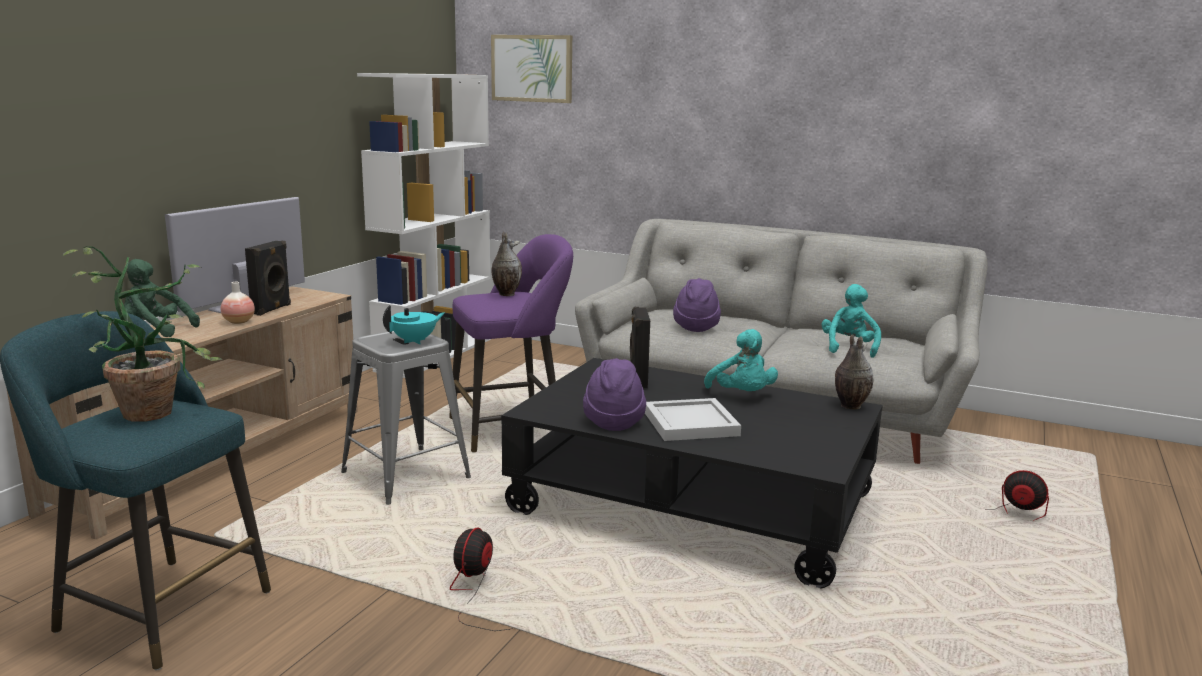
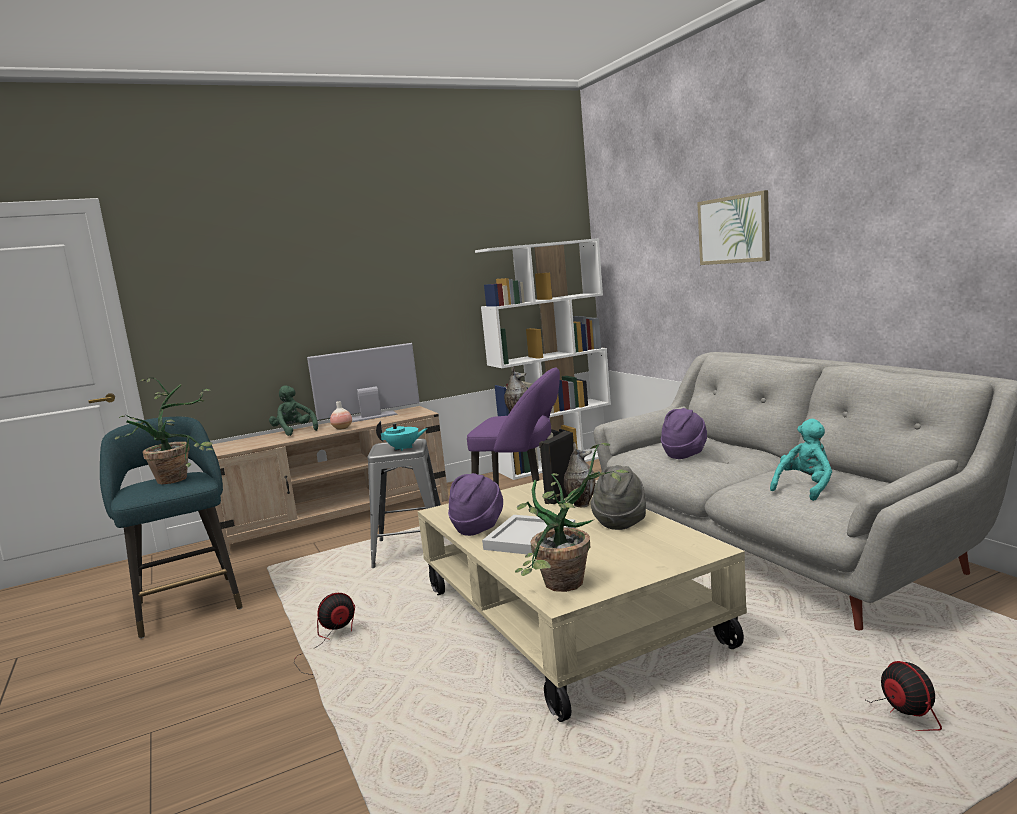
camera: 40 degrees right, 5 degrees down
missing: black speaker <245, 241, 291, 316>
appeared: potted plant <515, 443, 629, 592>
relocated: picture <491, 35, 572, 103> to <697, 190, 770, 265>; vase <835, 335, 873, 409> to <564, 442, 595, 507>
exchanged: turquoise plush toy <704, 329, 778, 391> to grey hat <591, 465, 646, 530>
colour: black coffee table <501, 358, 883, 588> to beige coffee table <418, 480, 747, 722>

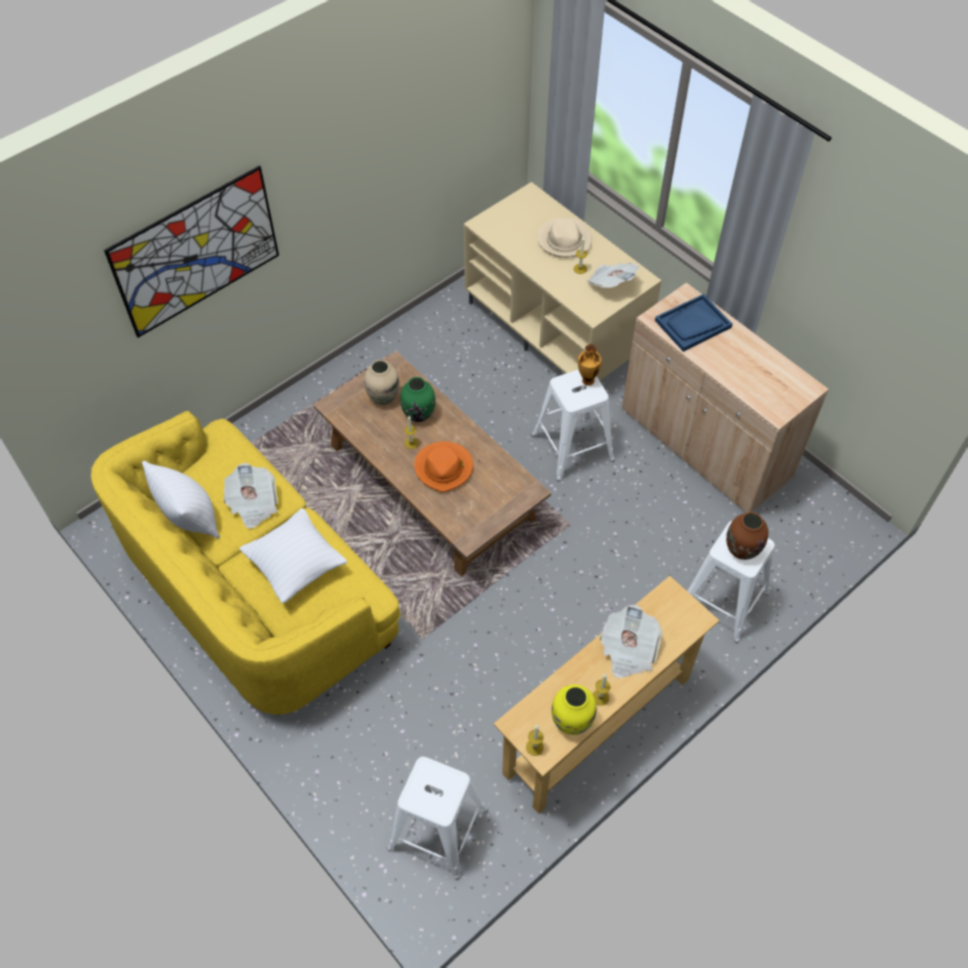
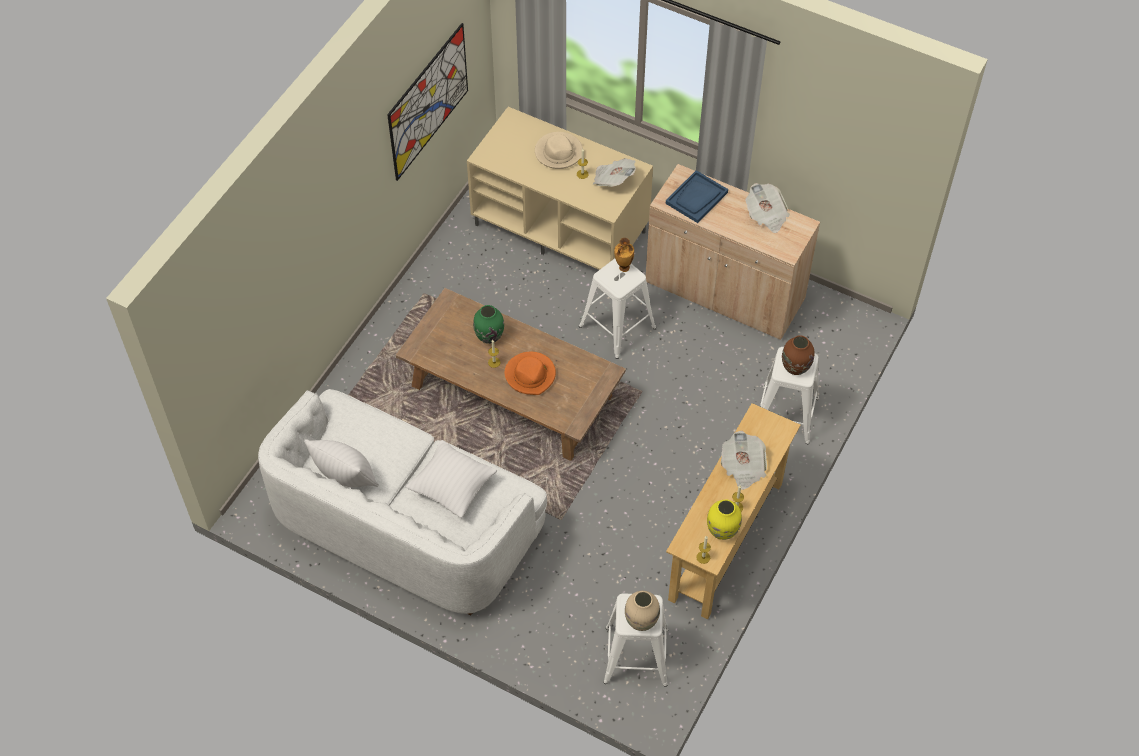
camera: 20 degrees left, 0 degrees up
relocated: picture <104, 165, 279, 338> to <387, 23, 468, 181>; beige vase <364, 360, 399, 405> to <625, 591, 660, 631>; newspaper <224, 463, 278, 529> to <745, 183, 790, 233>
colour: yellow sofa <91, 411, 401, 715> to white sofa <258, 389, 547, 616>

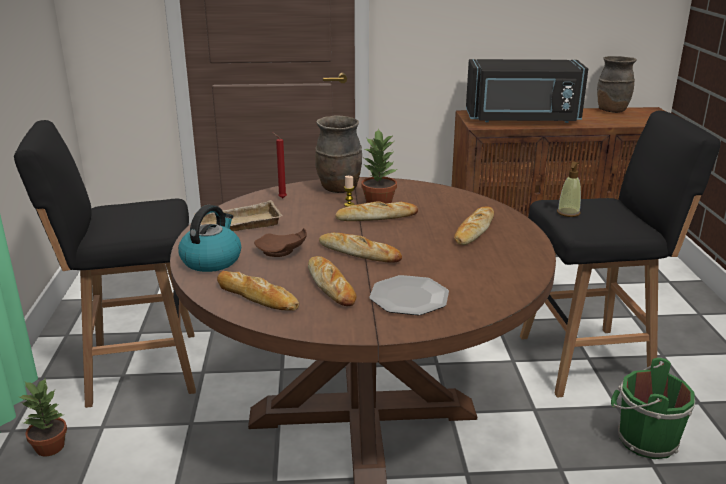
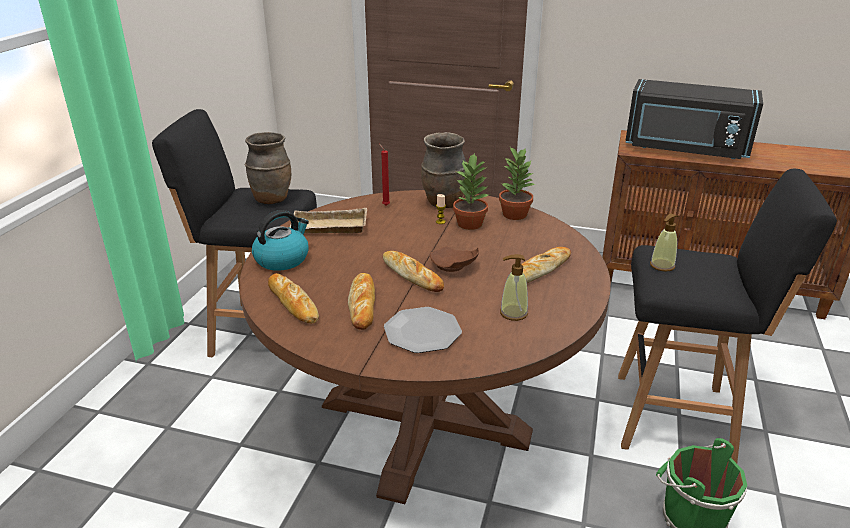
camera: 20 degrees right, 5 degrees up
missing: bread <335, 201, 418, 221>
appeared: soap dispenser <500, 254, 528, 321>
relocated: brown vase <597, 56, 637, 113> to <245, 132, 291, 204>; brown plate <254, 228, 307, 257> to <430, 247, 479, 272>; potted plant <20, 377, 67, 456> to <499, 147, 535, 220>

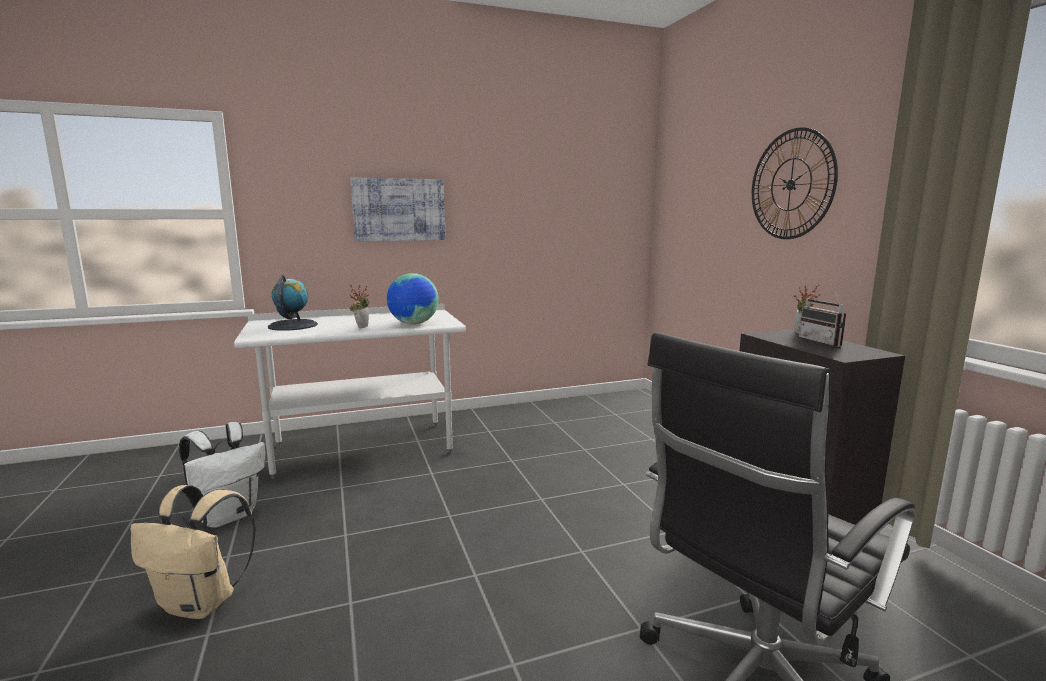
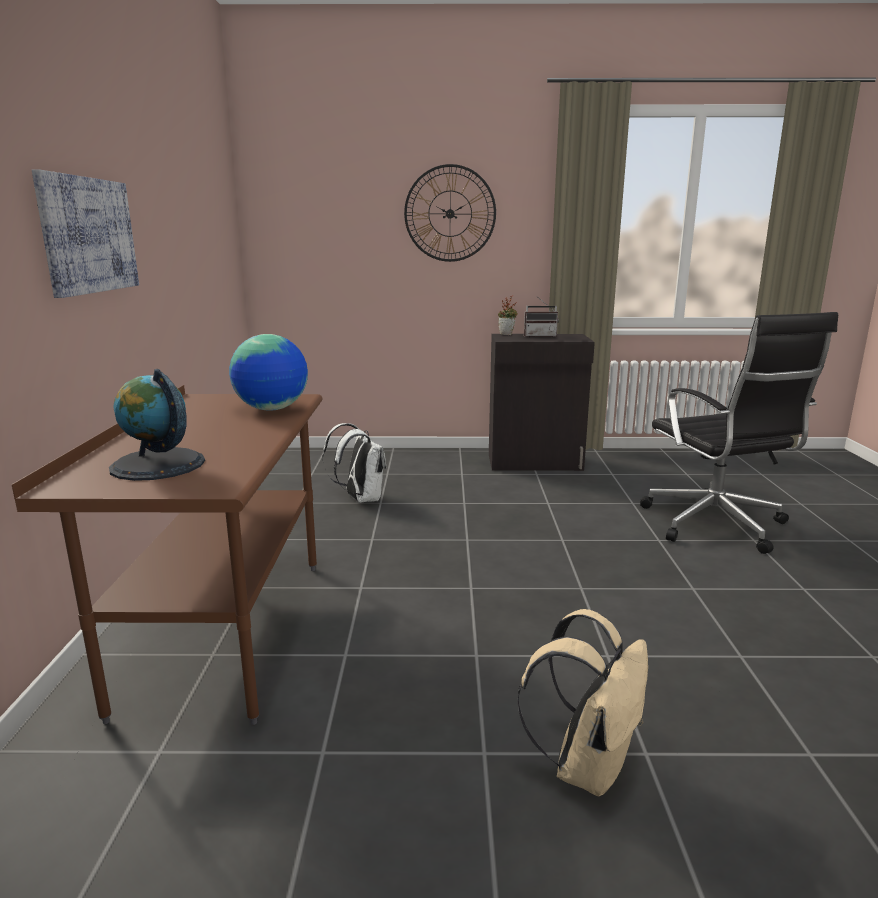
camera: 70 degrees left, 5 degrees up
missing: potted plant <350, 284, 369, 328>
relocated: white backpack <179, 422, 265, 528> to <322, 423, 386, 503>
colour: white desk <234, 304, 466, 479> to brown desk <12, 385, 323, 725>

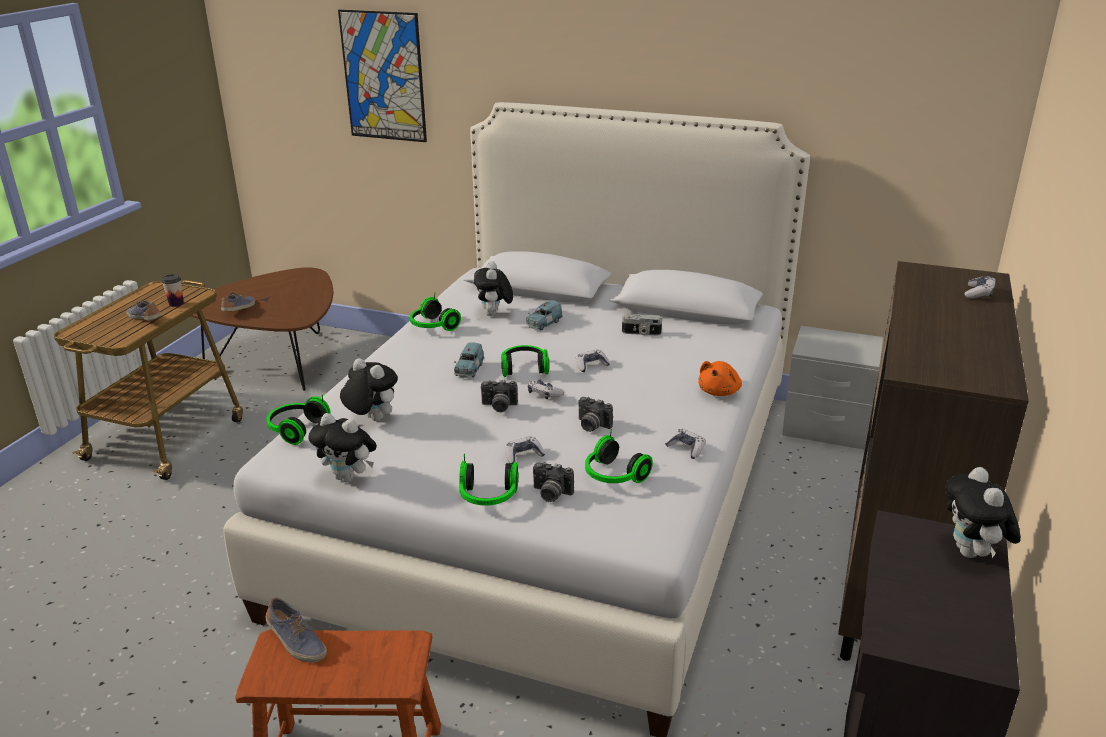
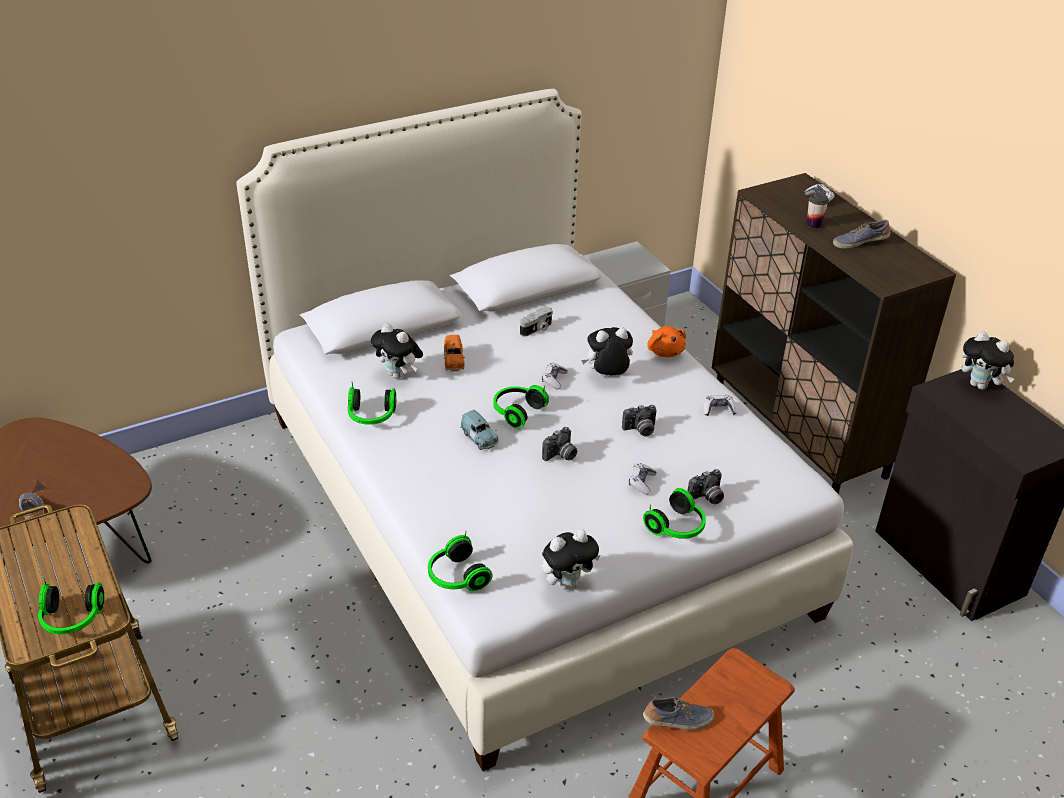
camera: 50 degrees left, 10 degrees up
missing: picture <338, 10, 427, 142>; game controller <528, 380, 564, 399>
relocated: cup <161, 274, 184, 307> to <806, 193, 829, 228>; shoe <126, 301, 161, 321> to <833, 220, 890, 249>; plush toy <340, 358, 398, 421> to <581, 327, 633, 377>; headphones <585, 429, 653, 483> to <38, 578, 104, 635>
colour: blue toy car <526, 300, 563, 330> to orange toy car <444, 335, 465, 371>

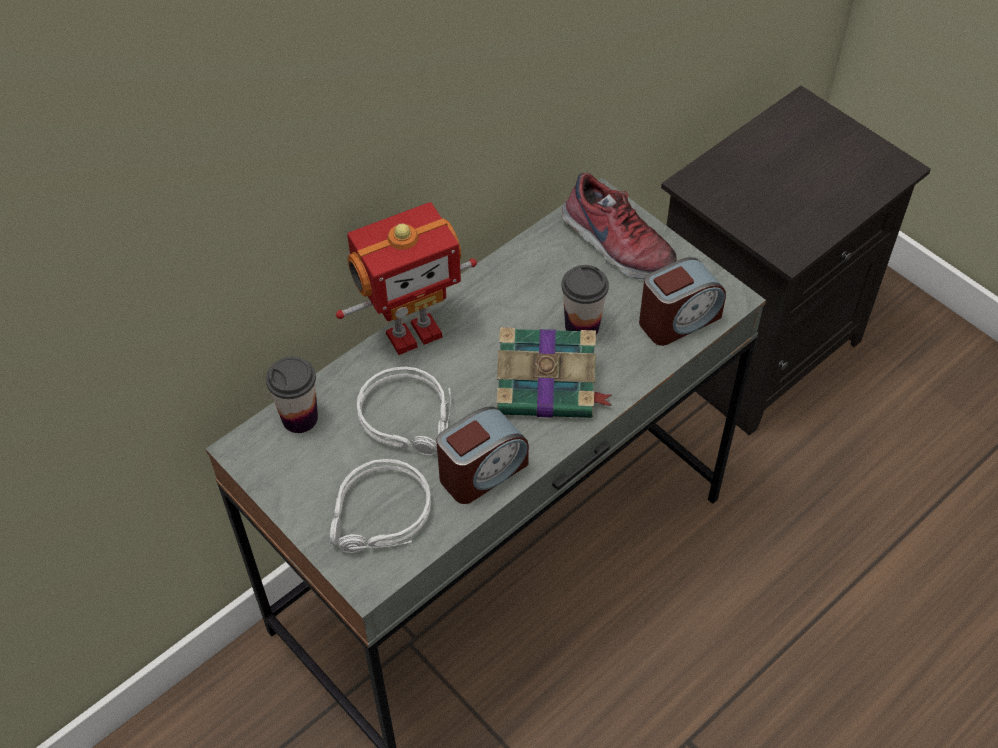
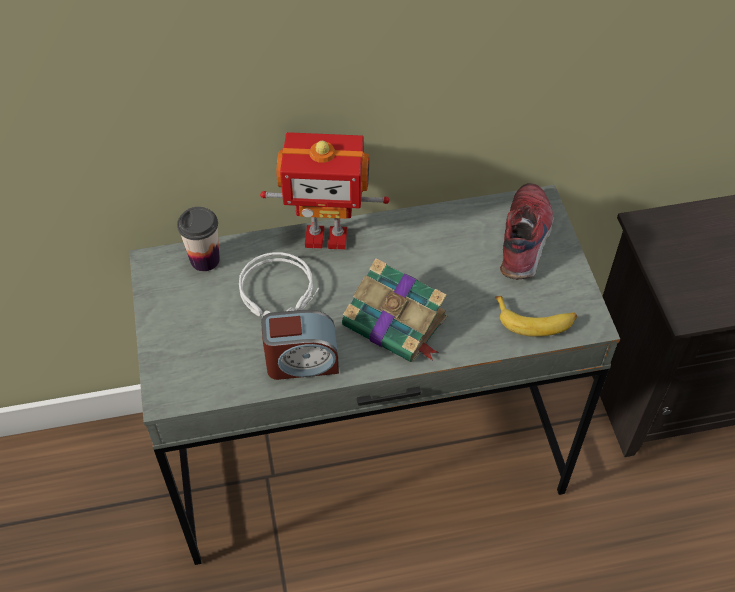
camera: 30 degrees right, 0 degrees up
missing: cup <561, 265, 609, 335>; grey headphones <330, 459, 431, 553>
exchanged: alarm clock <639, 257, 726, 346> to banana <495, 296, 577, 337>
spun: shoe <561, 173, 677, 279> = <500, 183, 554, 280> 150 degrees counterclockwise

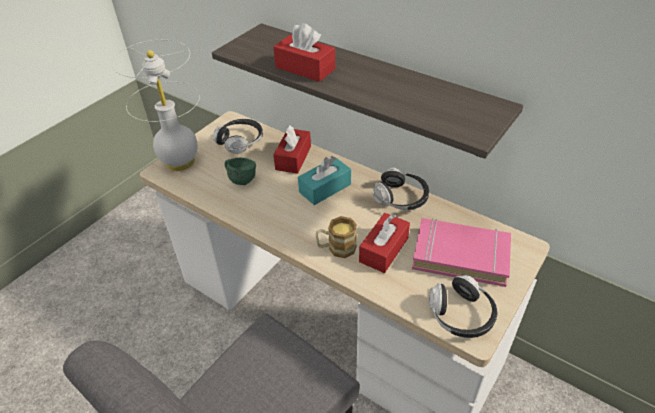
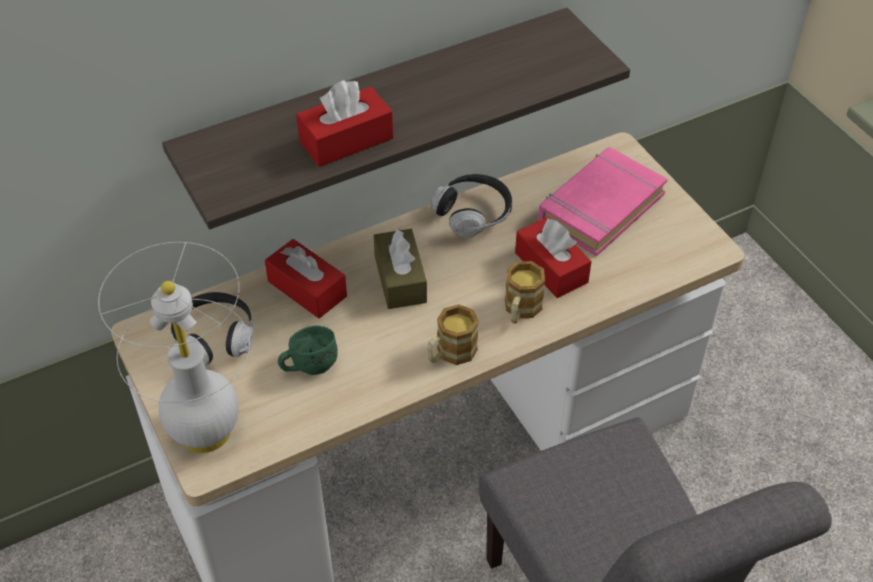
camera: 65 degrees left, 5 degrees up
missing: headphones <429, 275, 498, 338>
appeared: mug <427, 304, 479, 365>
colour: turquoise tissue box <298, 156, 351, 205> to brown tissue box <373, 228, 427, 309>

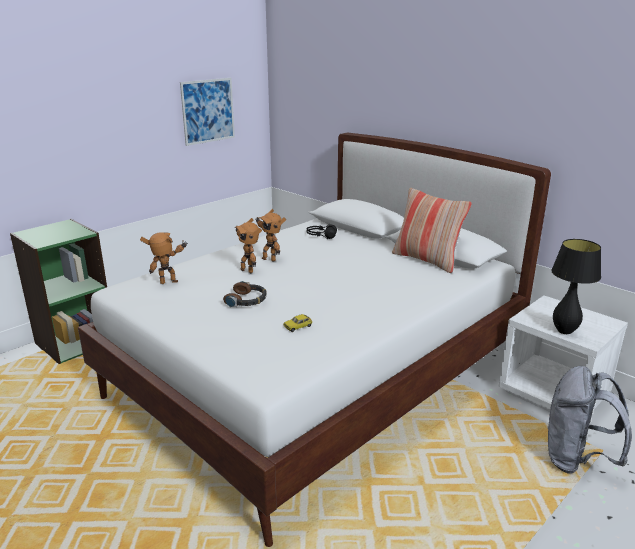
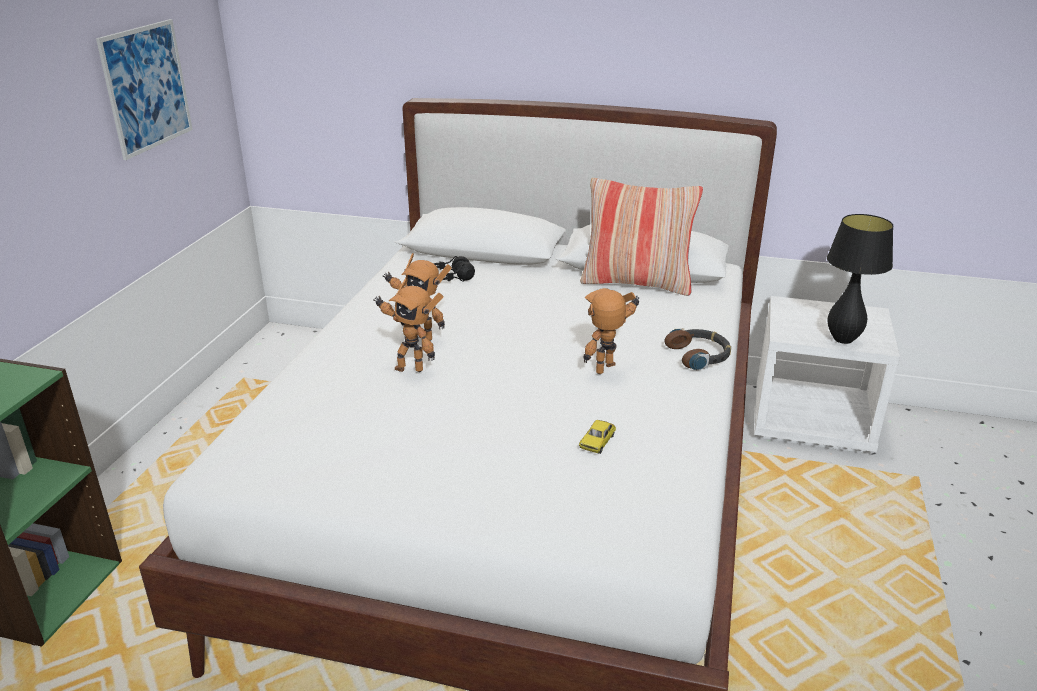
camera: 30 degrees left, 5 degrees up
missing: grey backpack <548, 366, 632, 474>
relocated: toy robot <140, 232, 188, 284> to <584, 288, 639, 374>; headphones <223, 281, 267, 307> to <664, 328, 731, 371>

